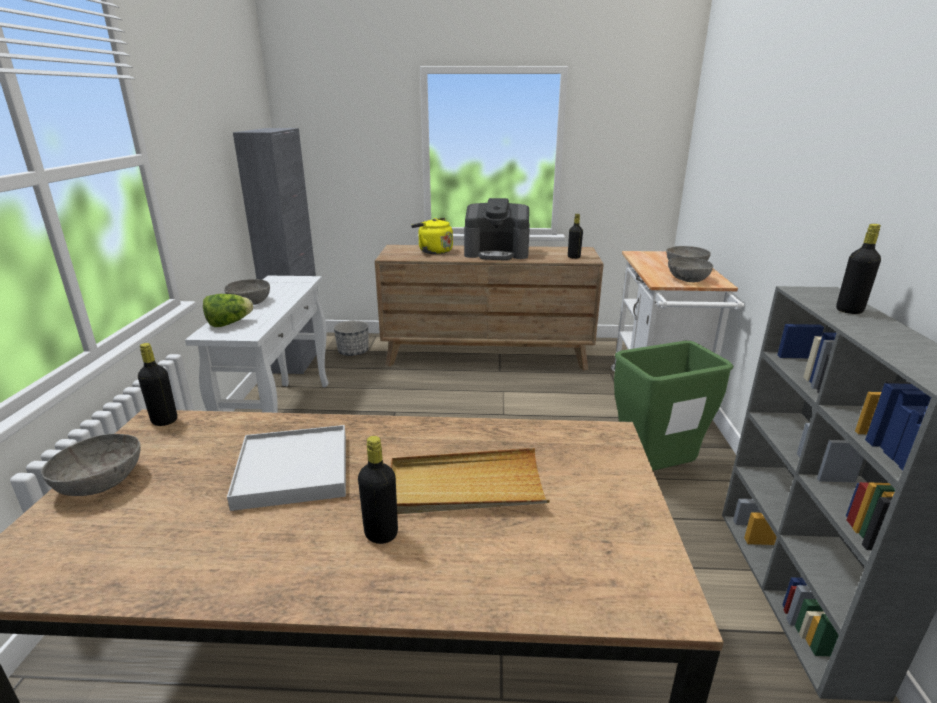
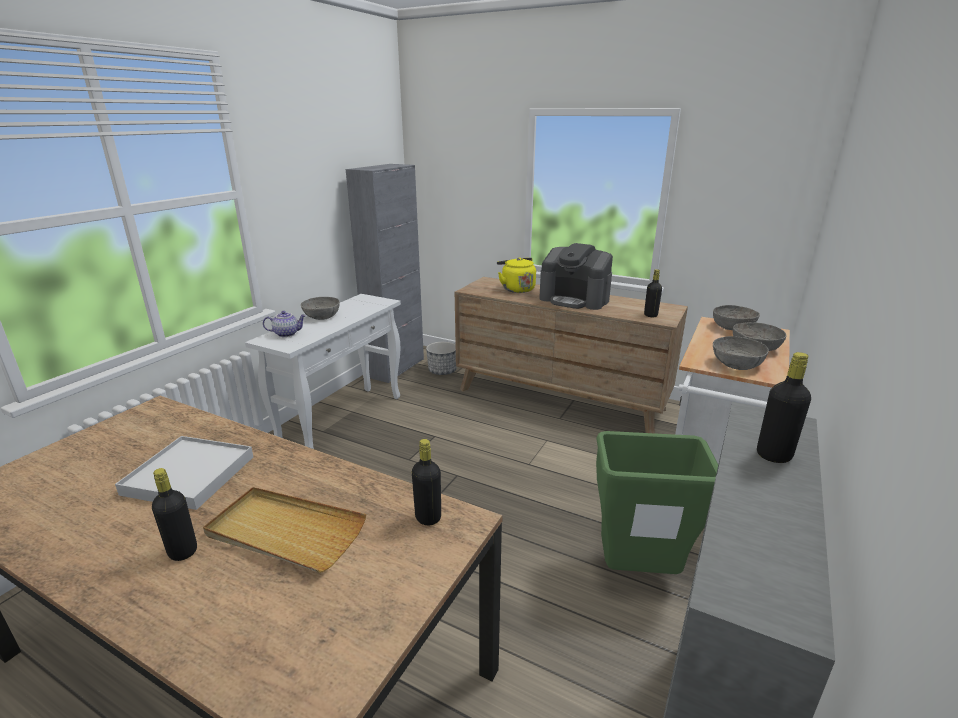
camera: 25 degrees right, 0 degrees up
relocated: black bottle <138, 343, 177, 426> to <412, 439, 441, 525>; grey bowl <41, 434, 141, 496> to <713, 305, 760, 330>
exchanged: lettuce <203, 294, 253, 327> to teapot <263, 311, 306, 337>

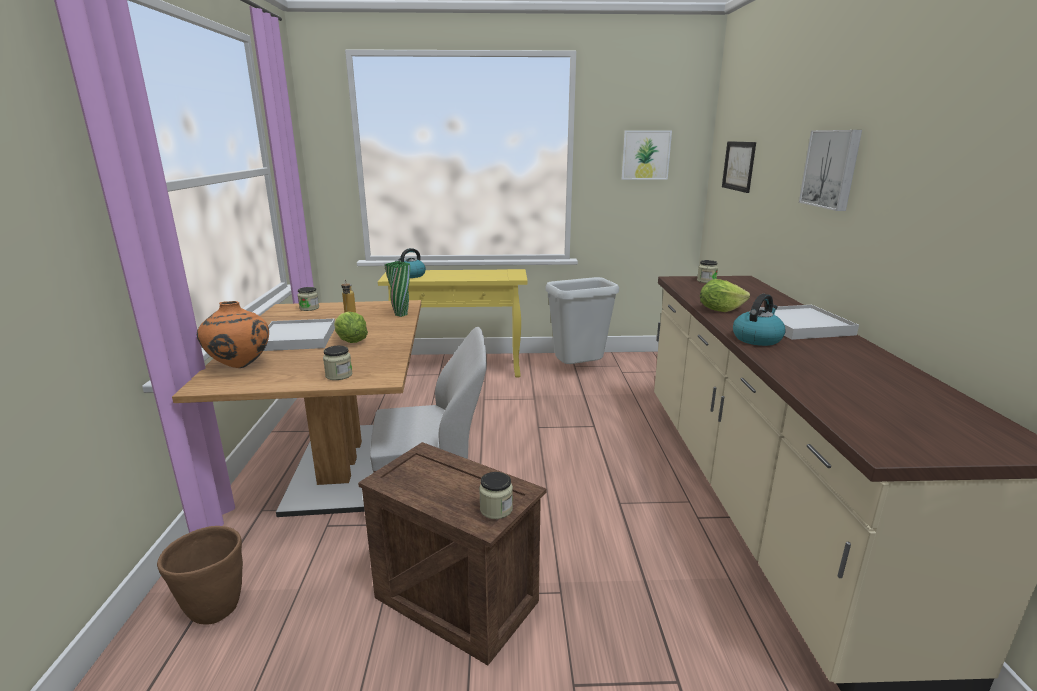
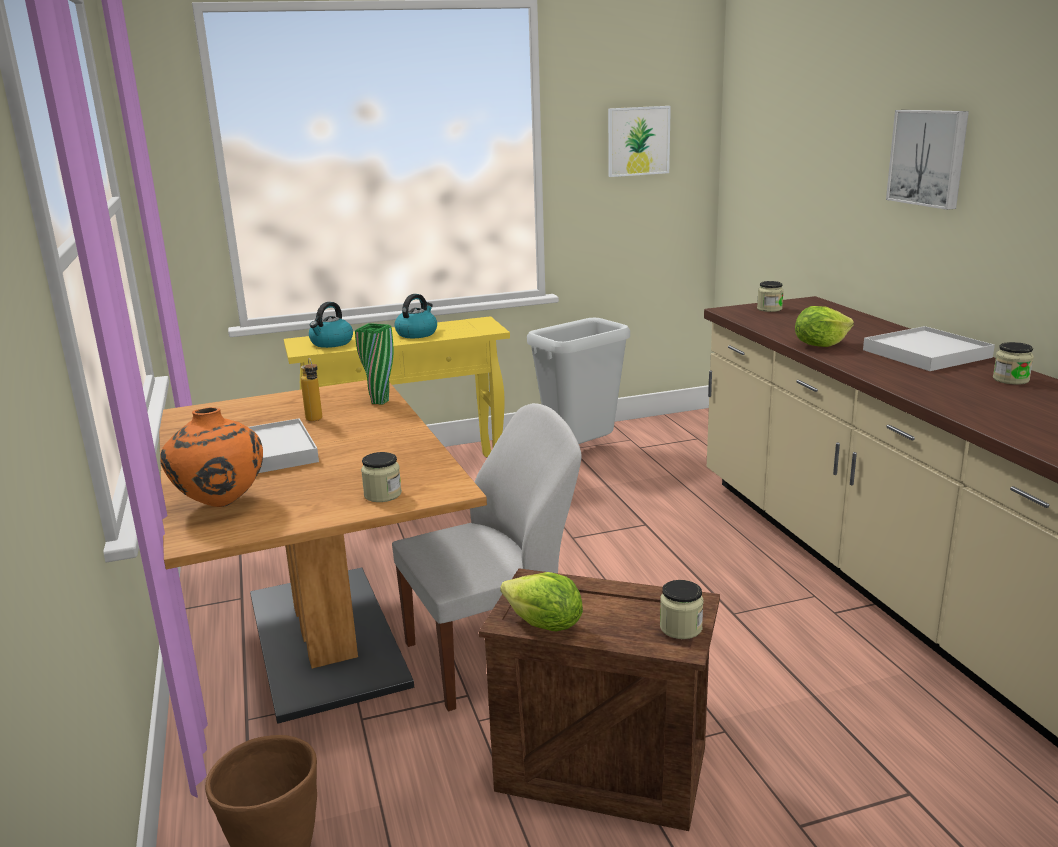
camera: 15 degrees left, 0 degrees up
missing: picture <722, 141, 756, 193>
relocated: jar <298, 287, 319, 311> to <993, 342, 1034, 385>; kettle <733, 294, 786, 346> to <395, 294, 437, 338>; lettuce <334, 312, 368, 343> to <500, 572, 583, 631>

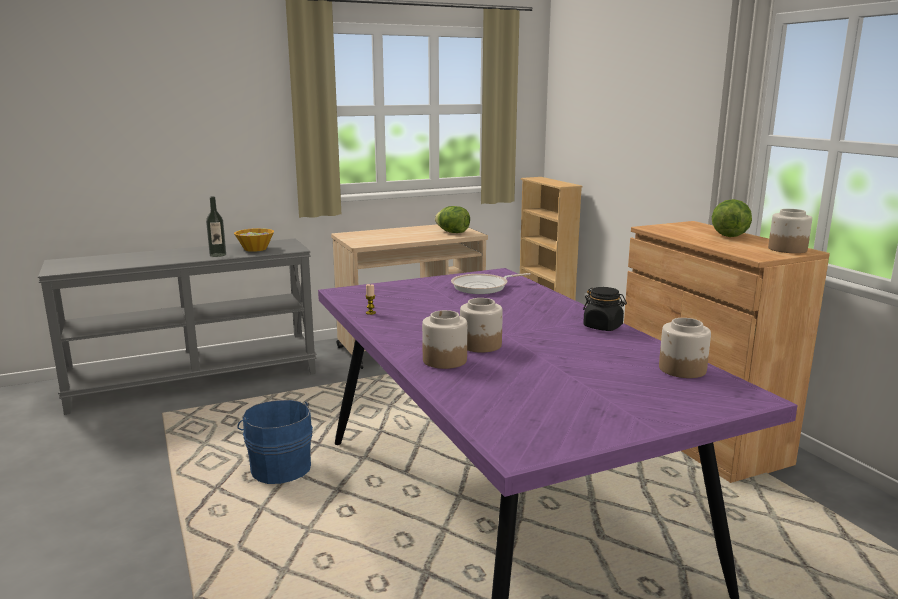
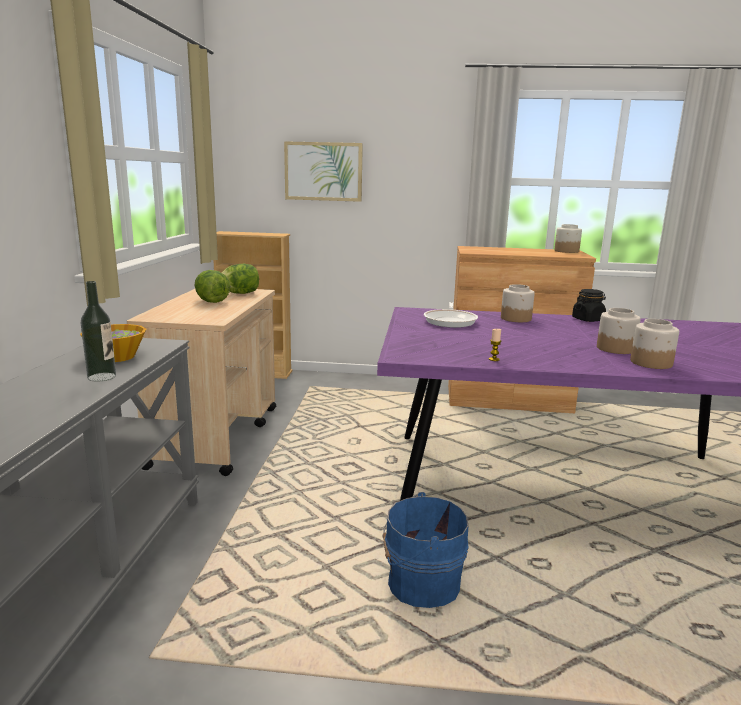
camera: 60 degrees left, 0 degrees up
appeared: picture <284, 141, 363, 202>
relocated: lettuce <712, 199, 752, 237> to <194, 270, 230, 303>; jar <659, 318, 711, 378> to <501, 284, 535, 322>

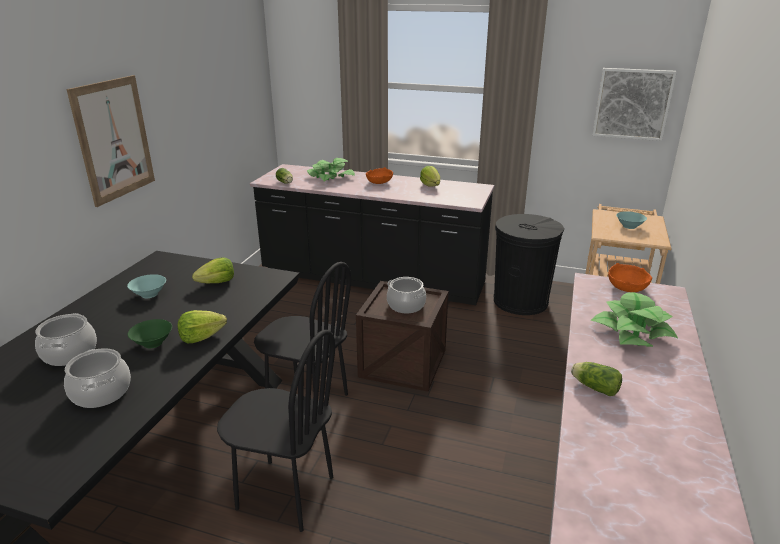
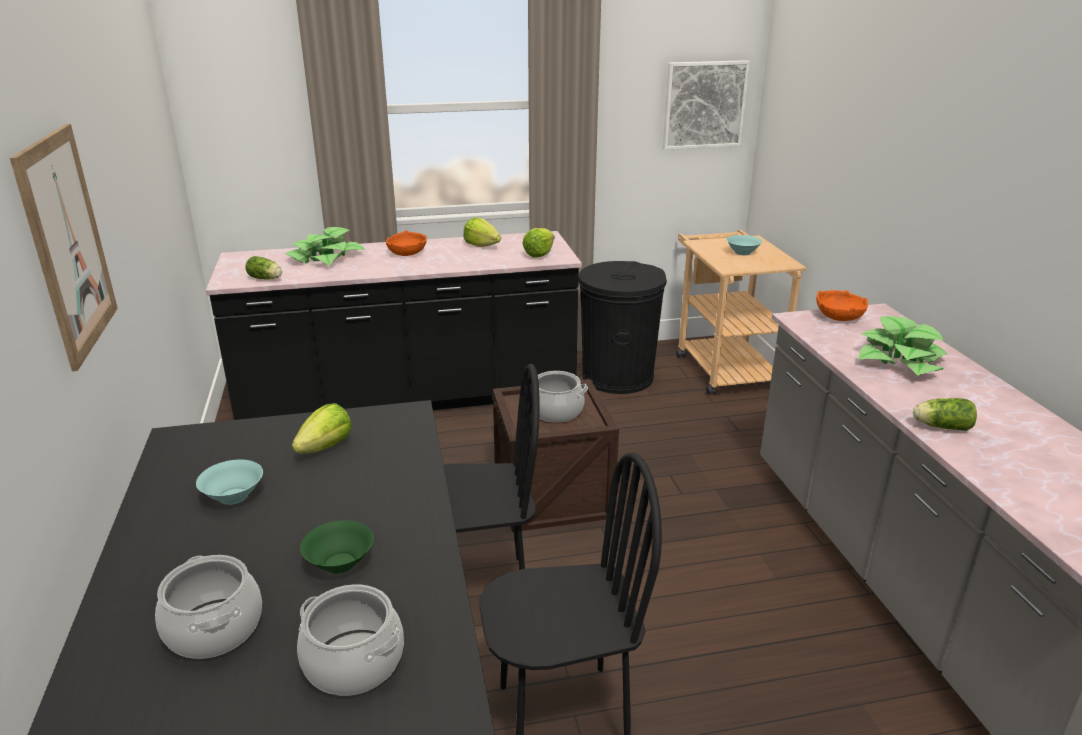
camera: 30 degrees left, 0 degrees up
relocated: lettuce <178, 310, 227, 343> to <522, 228, 554, 258>

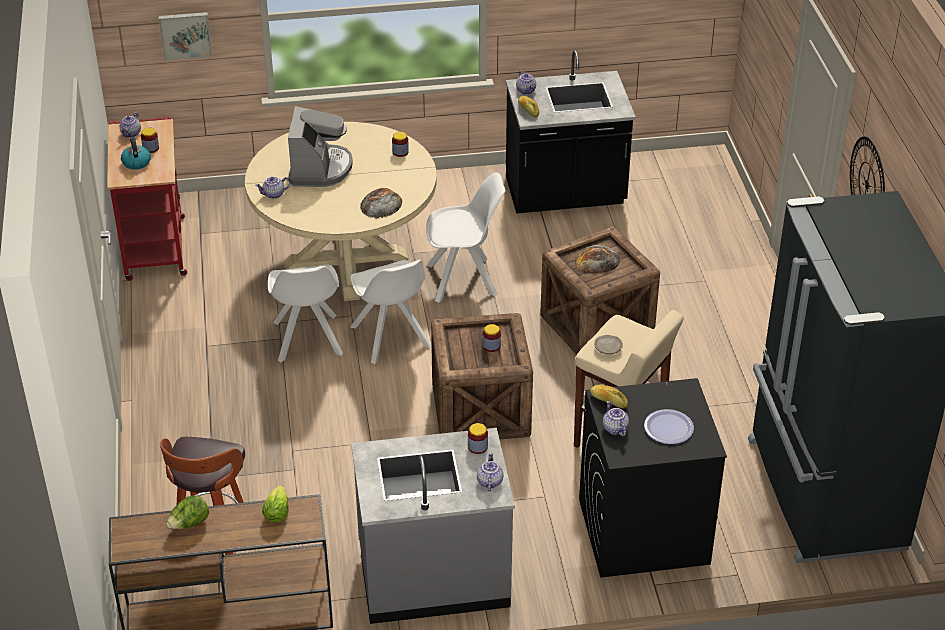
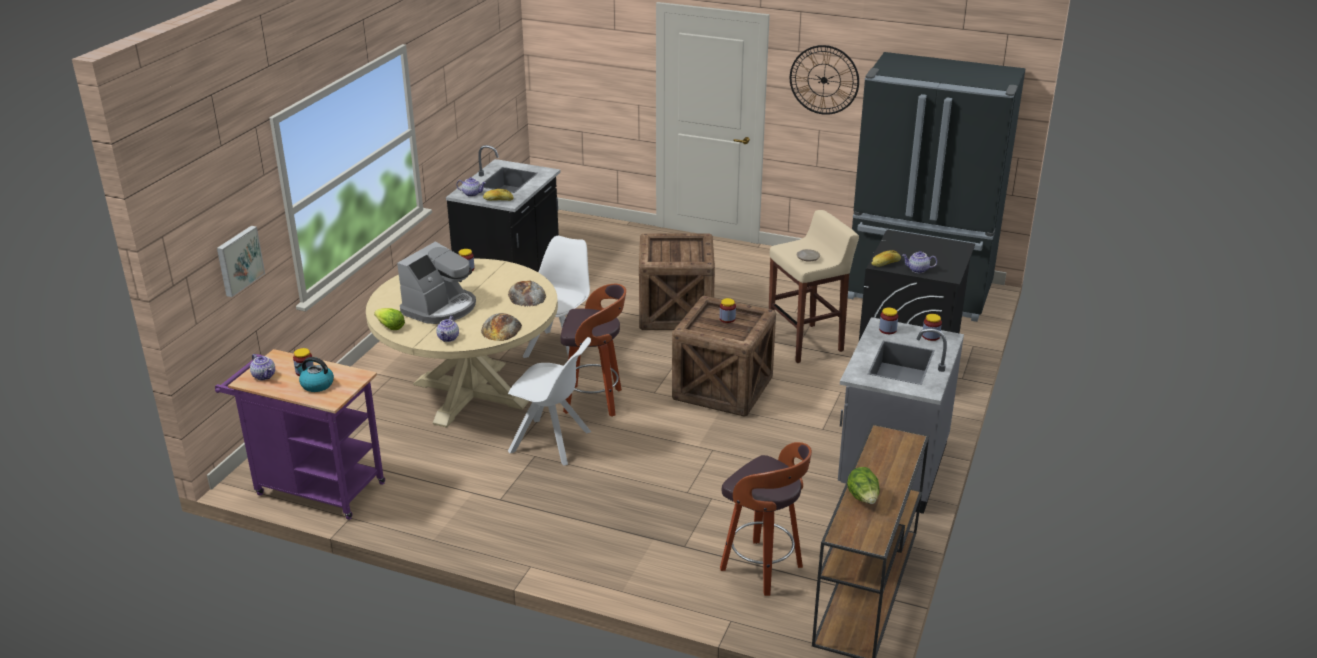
camera: 60 degrees left, 10 degrees down
missing: plate <644, 409, 694, 444>
relocated: bread <575, 245, 621, 273> to <481, 313, 522, 341>; lettuce <262, 485, 289, 523> to <374, 308, 405, 330>
exchanged: white chair <350, 260, 431, 364> to stool <560, 284, 626, 417>; teapot <477, 453, 503, 491> to jar <922, 314, 942, 341>
colour: red cart <107, 115, 187, 281> to purple cart <215, 349, 385, 520>
spun: coffee machine <288, 106, 353, 187> = <397, 241, 476, 324> 90 degrees clockwise

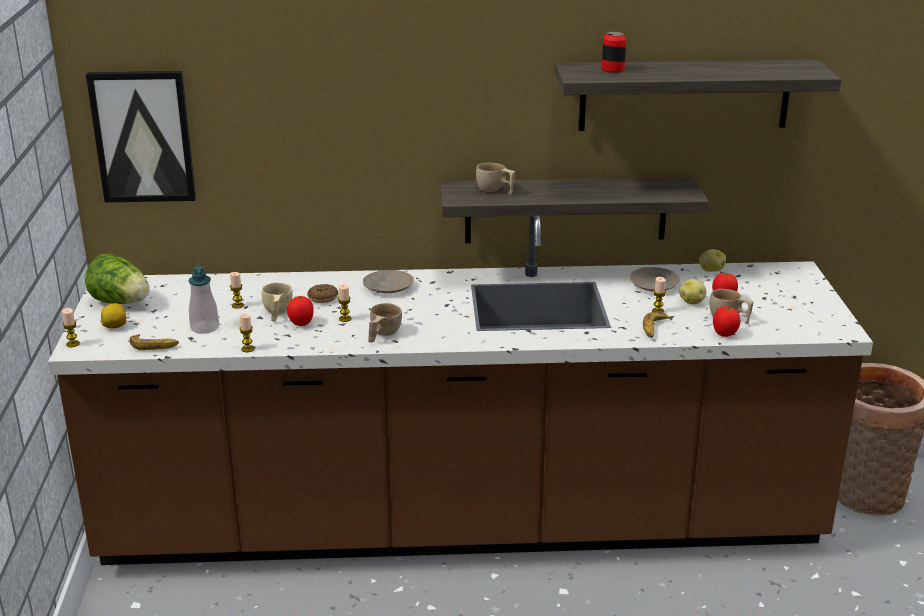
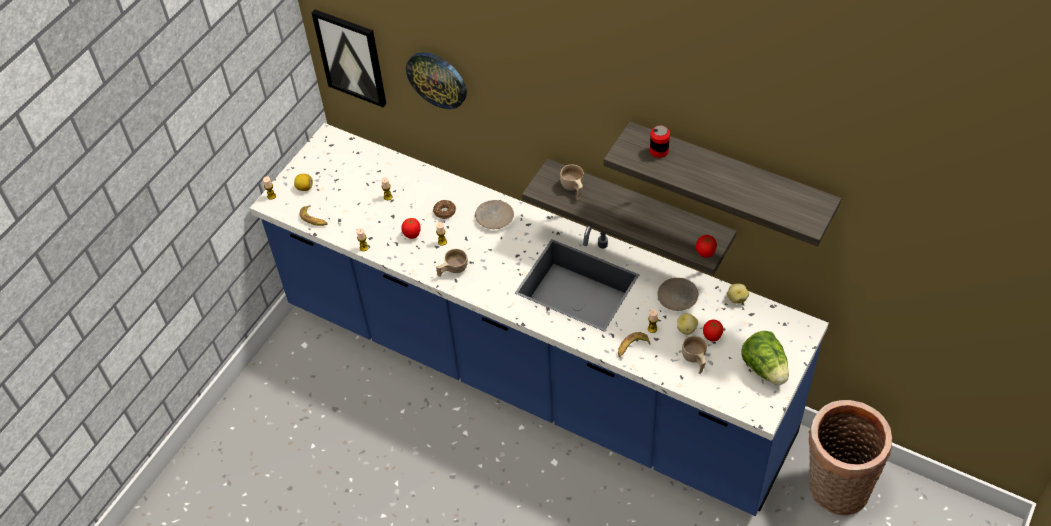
camera: 35 degrees right, 25 degrees up
missing: soap dispenser <188, 266, 219, 334>; beige cup <262, 283, 293, 322>
appeared: wall clock <406, 52, 467, 109>
relocated: lettuce <85, 254, 150, 304> to <741, 331, 789, 385>; tomato <713, 306, 740, 337> to <696, 235, 717, 258>
colour: brown counter <48, 216, 873, 565> to blue counter <250, 123, 829, 516>

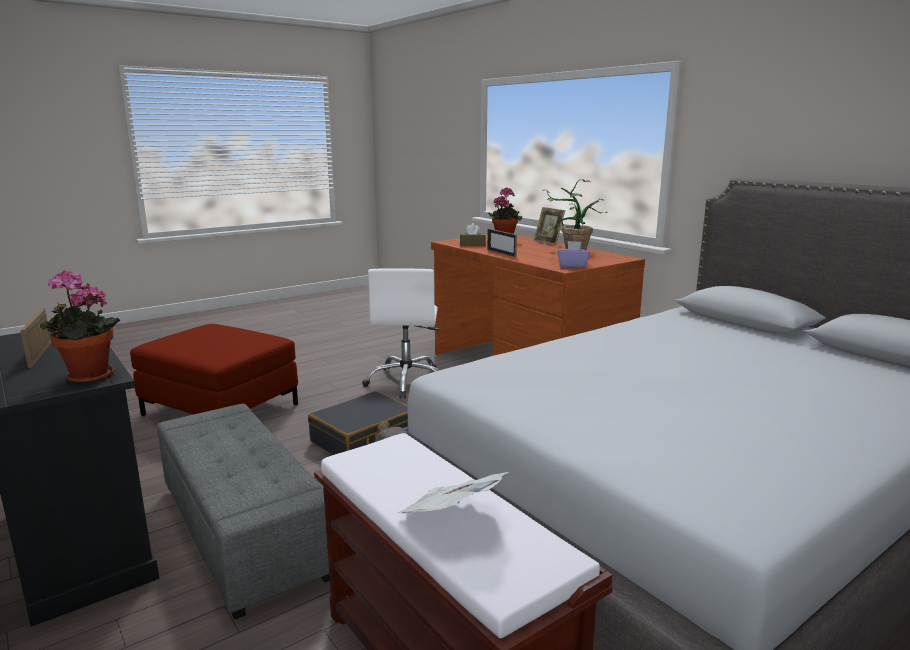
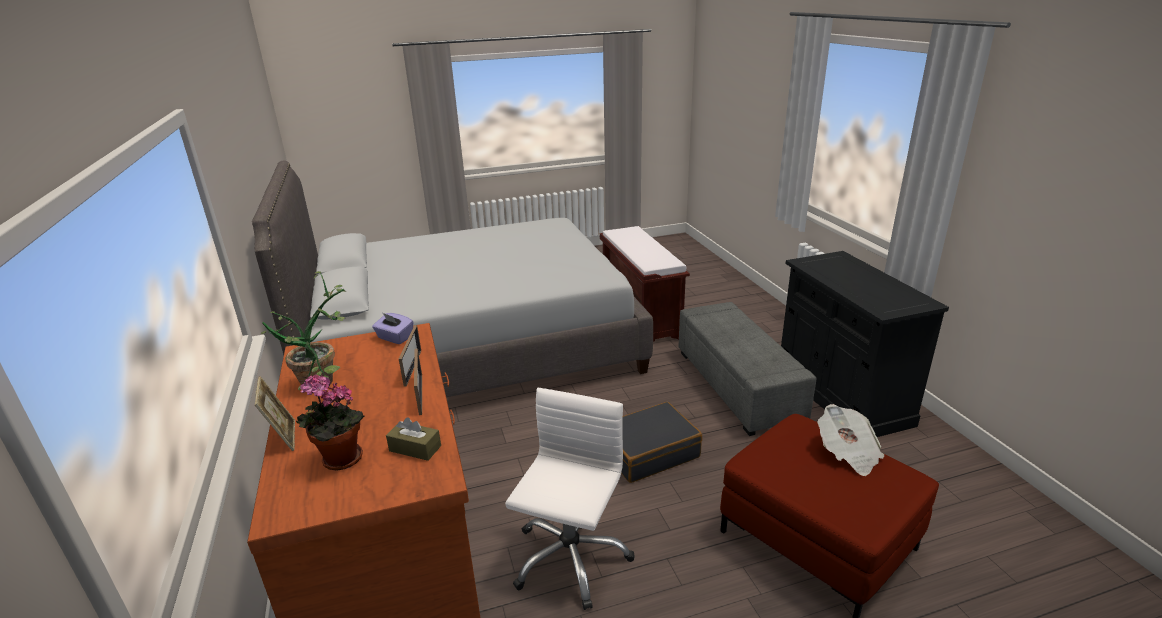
camera: 160 degrees left, 10 degrees up
missing: potted plant <40, 270, 120, 384>
relocated: picture frame <20, 308, 51, 368> to <399, 325, 421, 387>; newspaper <398, 472, 509, 514> to <818, 404, 884, 476>

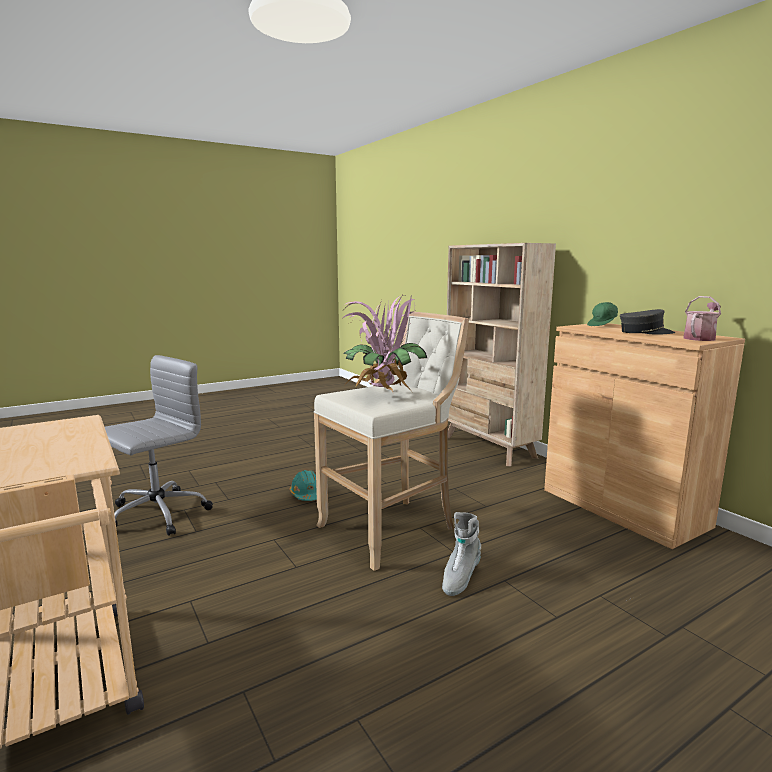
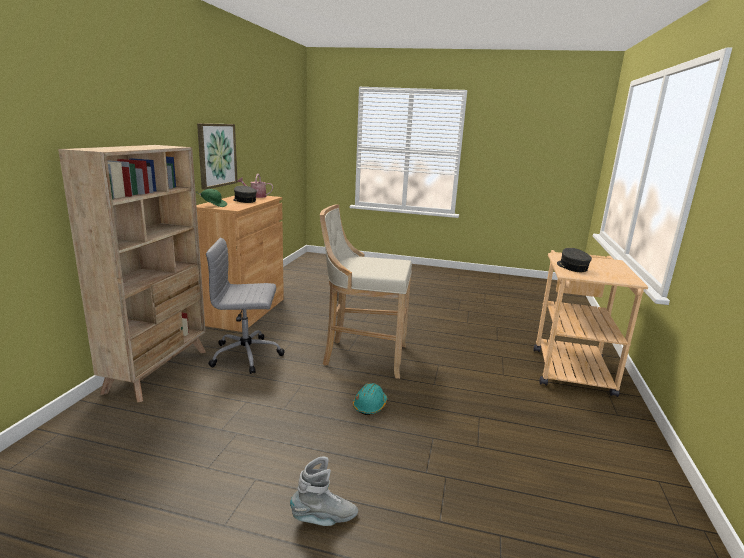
camera: 135 degrees left, 5 degrees up
missing: potted plant <340, 296, 427, 392>
appeared: picture <197, 123, 238, 190>; grey cap <557, 248, 592, 272>
relocated: grey office chair <105, 355, 213, 536> to <206, 237, 285, 374>; grey boot <442, 512, 481, 596> to <290, 457, 358, 526>

